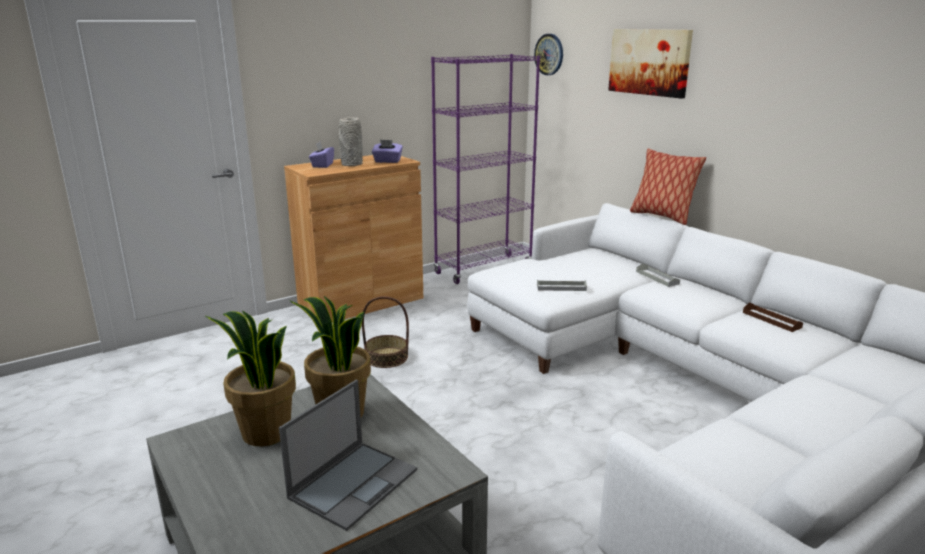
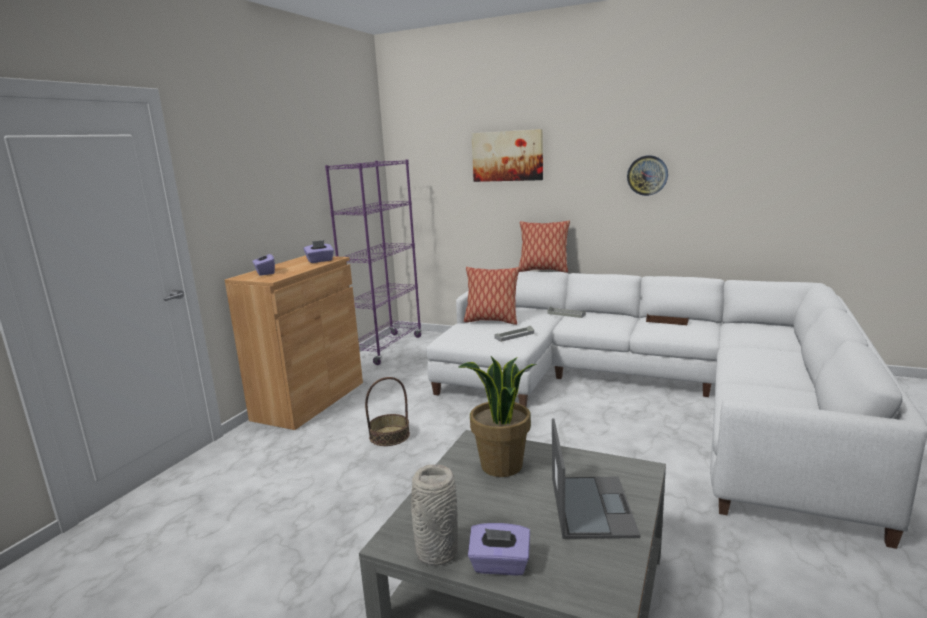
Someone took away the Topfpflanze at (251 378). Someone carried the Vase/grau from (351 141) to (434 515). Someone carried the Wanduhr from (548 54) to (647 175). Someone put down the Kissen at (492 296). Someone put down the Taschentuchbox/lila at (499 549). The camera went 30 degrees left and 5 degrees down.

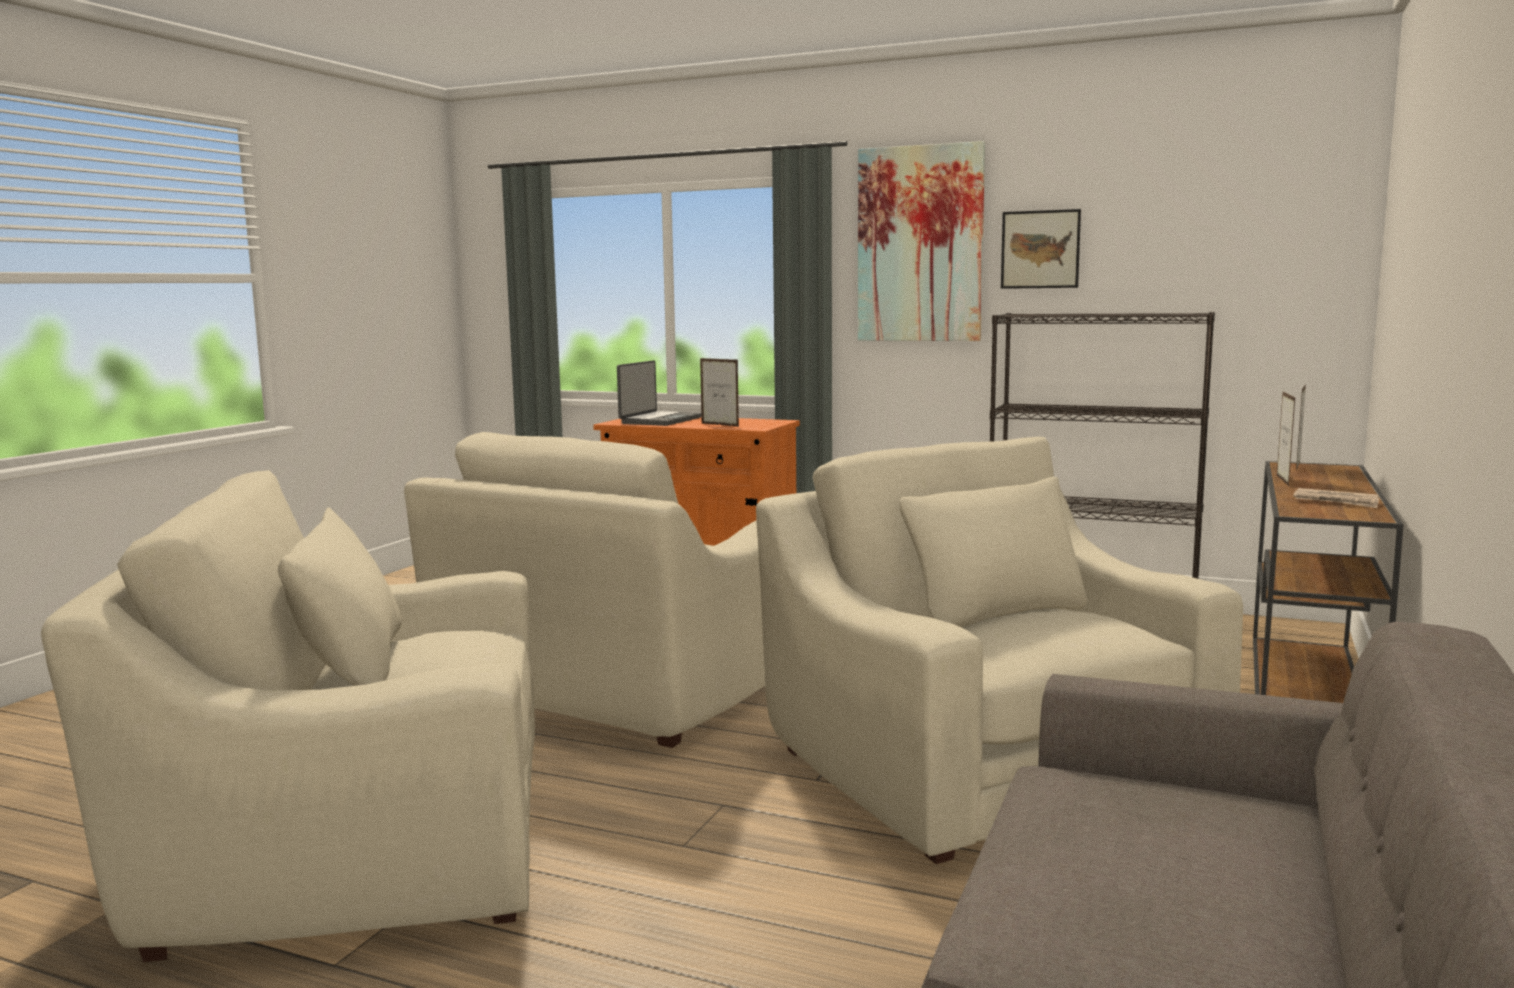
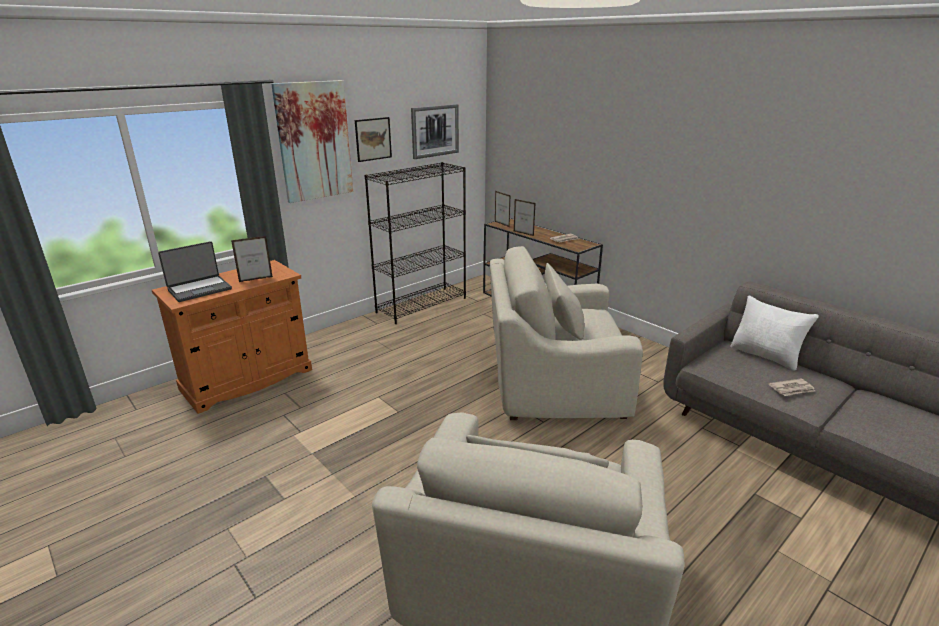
Someone took away the Sessel/beige at (584 590). Someone rotated the Laptop at (659 393) by 90 degrees clockwise. Someone put up the Bild at (435 131). Someone put down the Kissen/weiß at (774 333). Someone put down the Zeitung at (791 387). The camera went 65 degrees left and 15 degrees up.

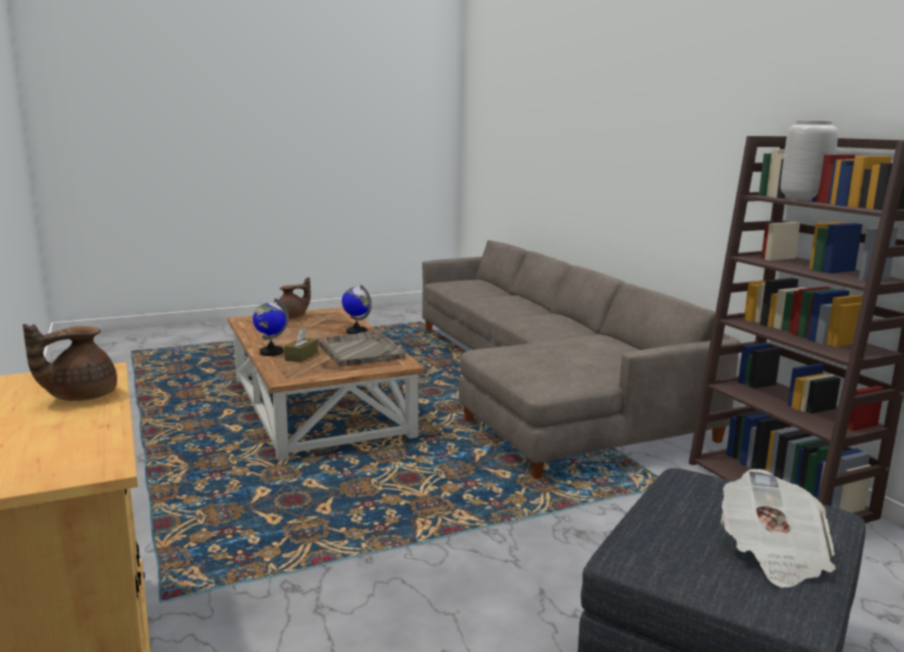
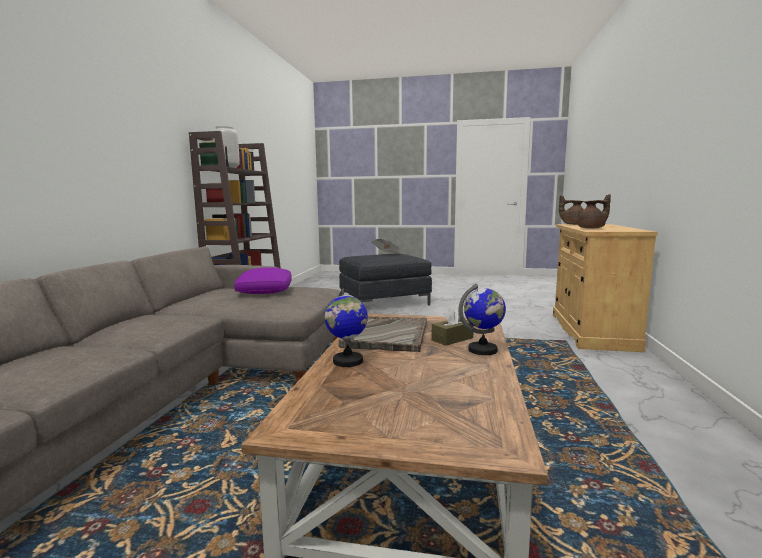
Someone carried the Teekanne/braun from (294 298) to (571 210). Someone put down the Kissen/lila at (263 280). The camera went 145 degrees left and 5 degrees down.

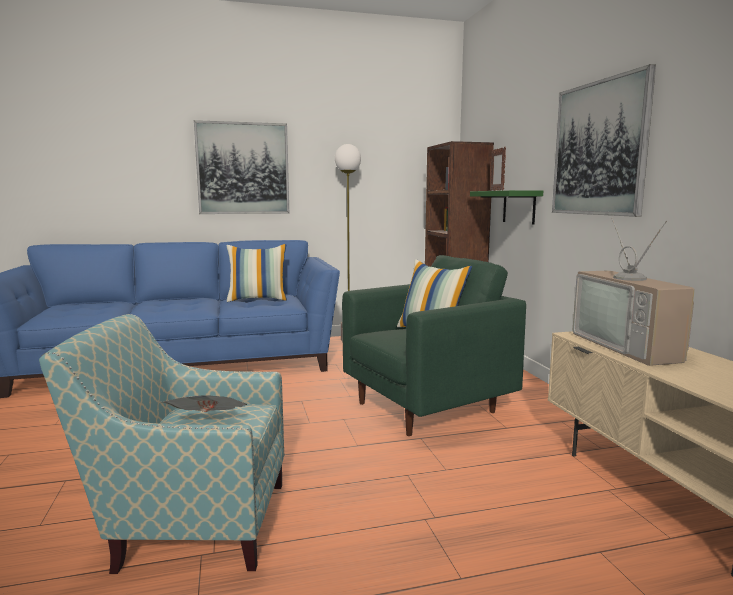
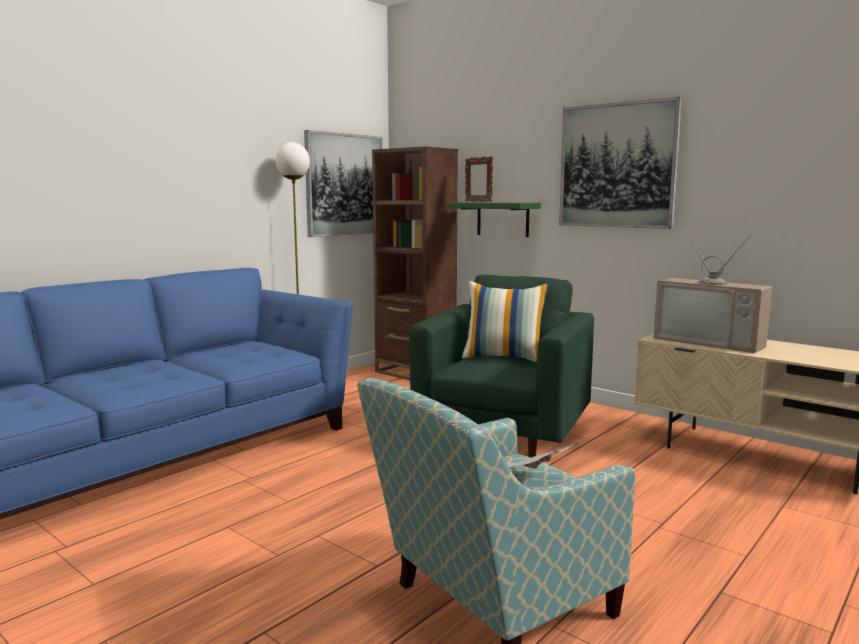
Someone carried the Bild from (241 167) to (343 183). Someone took away the Kissen at (256 273). The camera went 35 degrees left and 0 degrees up.

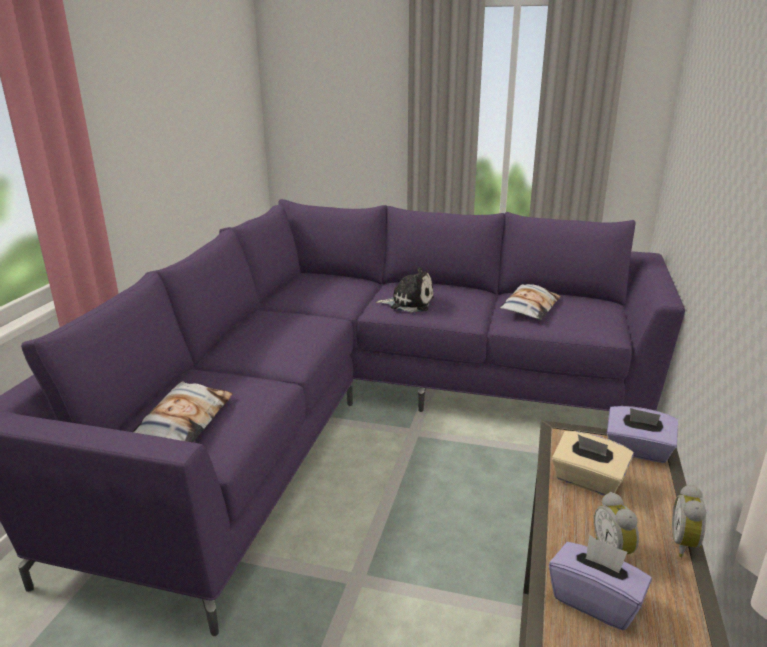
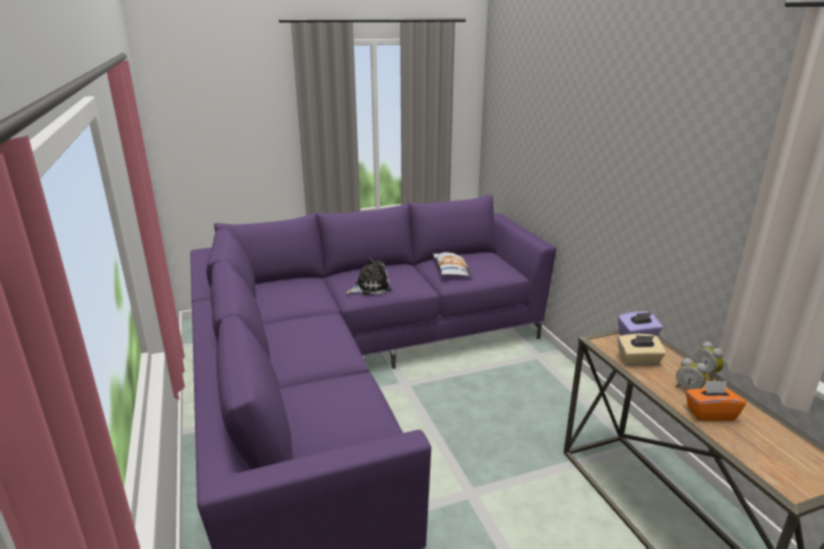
Someone took away the Kissen at (183 411). Someone repainted the Taschentuchbox/lila at (600 582), which became the Taschentuchbox/orange at (715 400). The camera went 35 degrees left and 0 degrees up.

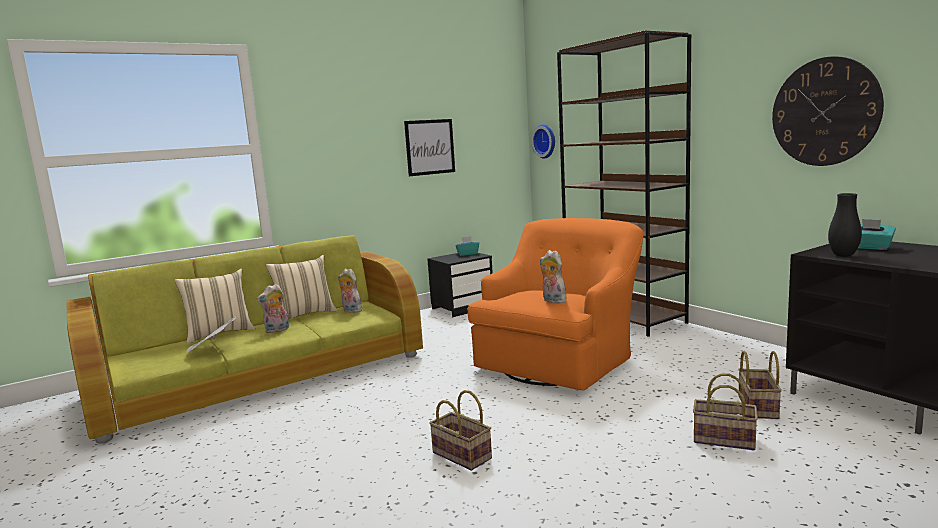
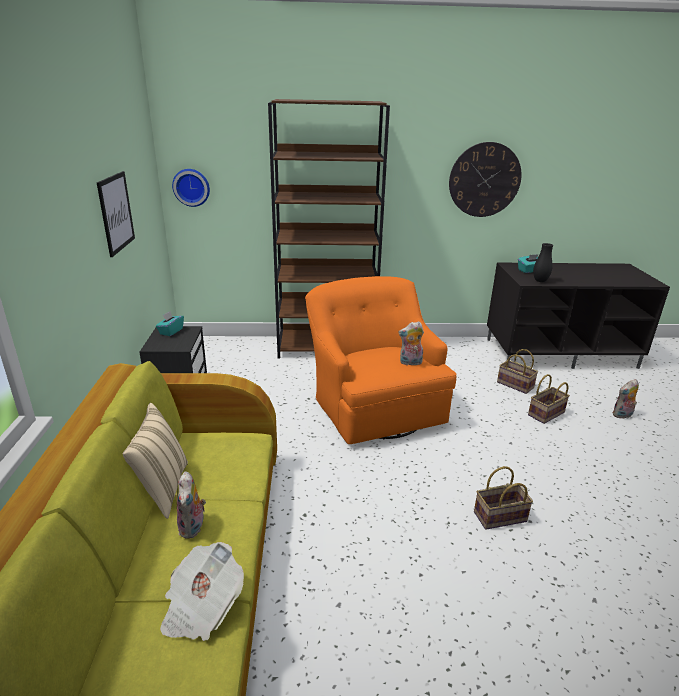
Someone took away the Kissen/beige at (215 306). Someone carried the Plüschtier from (350 291) to (625 399). The camera went 60 degrees left and 15 degrees up.

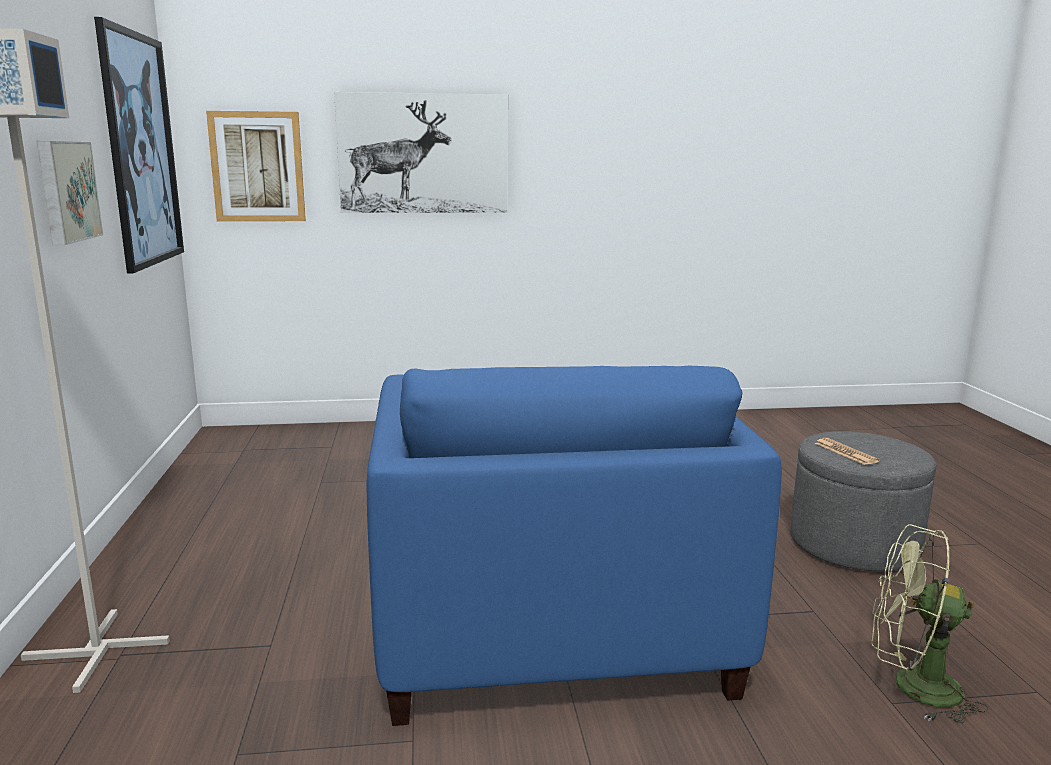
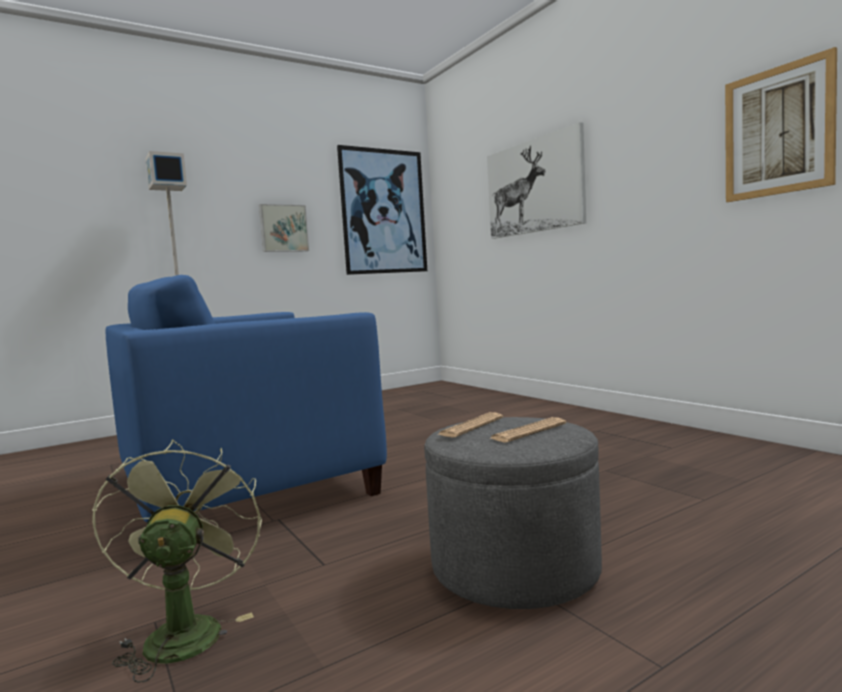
Someone carried the Bild from (256 166) to (781 124). Someone put down the Zeitung at (528 429). The camera went 65 degrees right and 10 degrees down.

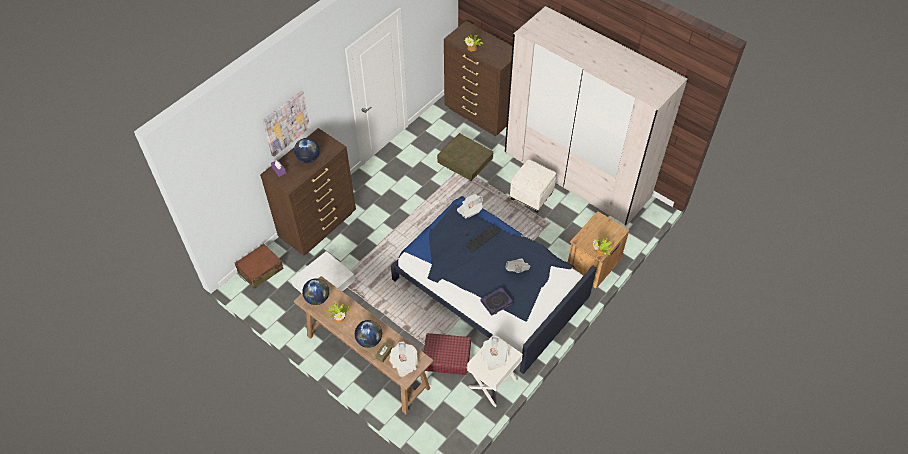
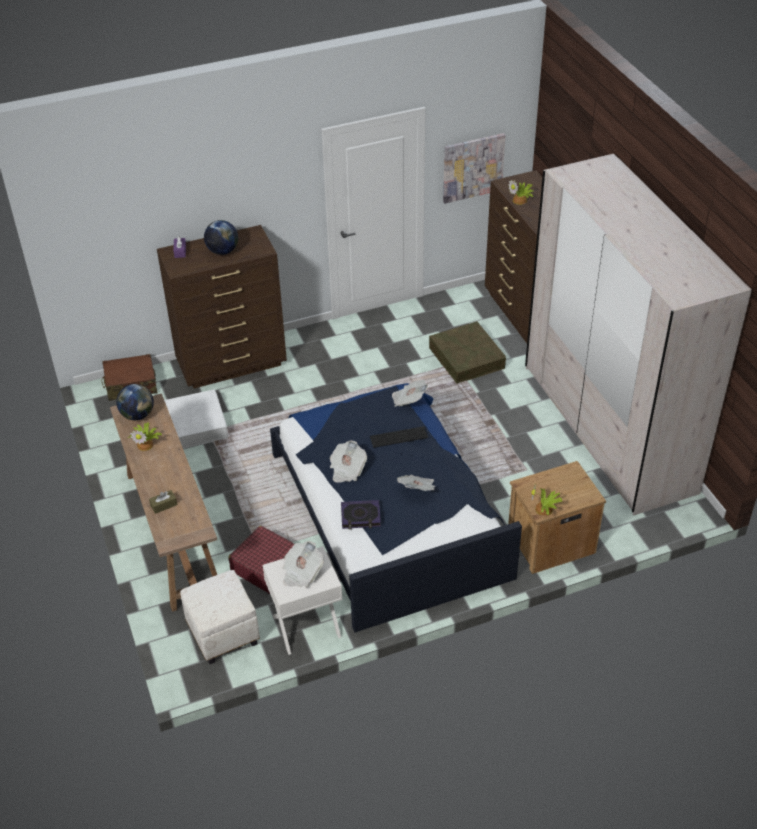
Someone carried the Bild from (286 124) to (474 168). Someone took away the Globus at (368 334). Someone carried the Zeitung from (403 359) to (348 461). Someone carried the Polsterhocker/weiß from (533 186) to (220 617). The camera went 30 degrees right and 10 degrees down.

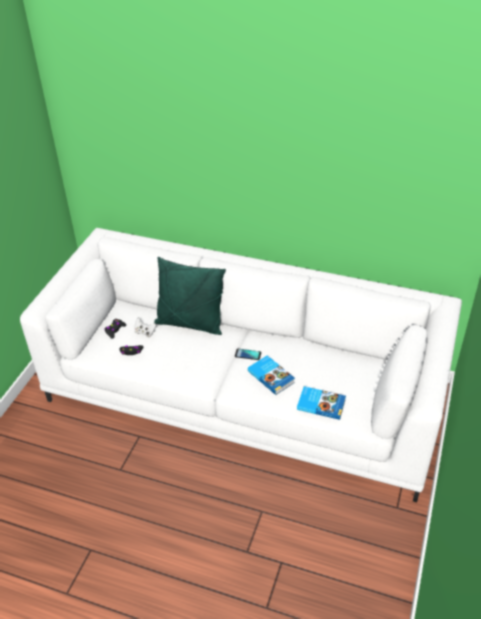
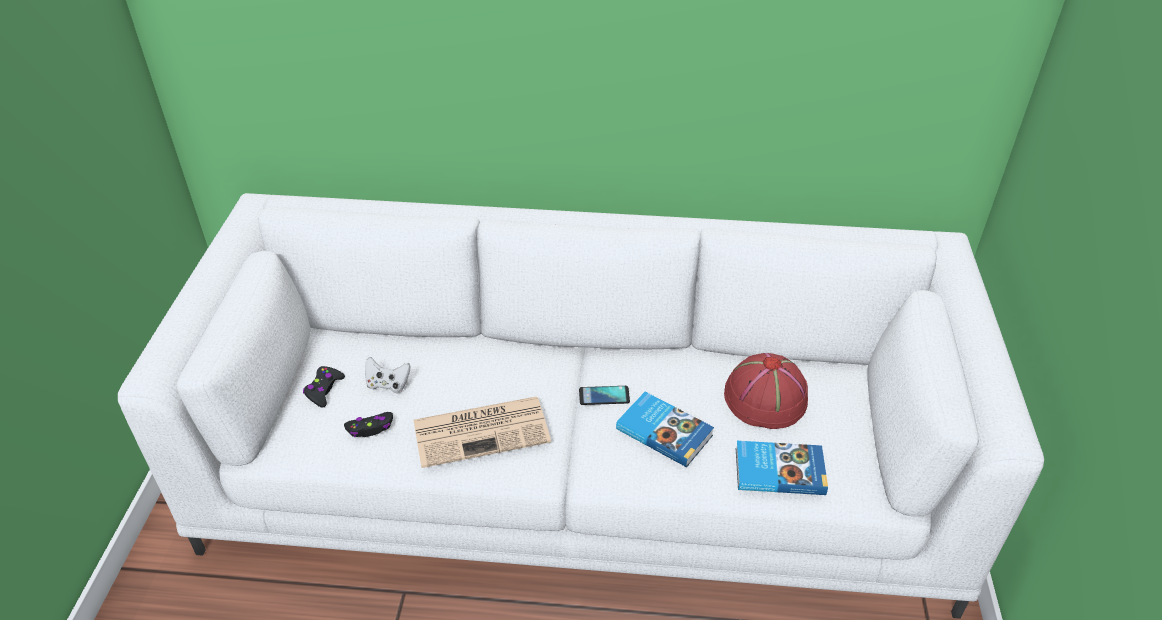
Someone took away the Kissen/grün at (190 296). Someone put down the Zeitung at (482 432). Someone put down the Hut/rot at (766 391). The camera went 15 degrees left and 0 degrees up.

